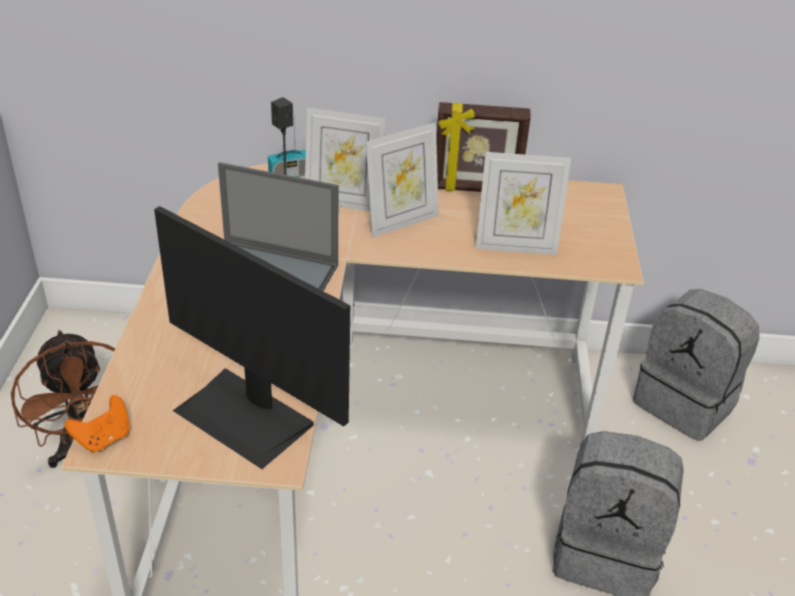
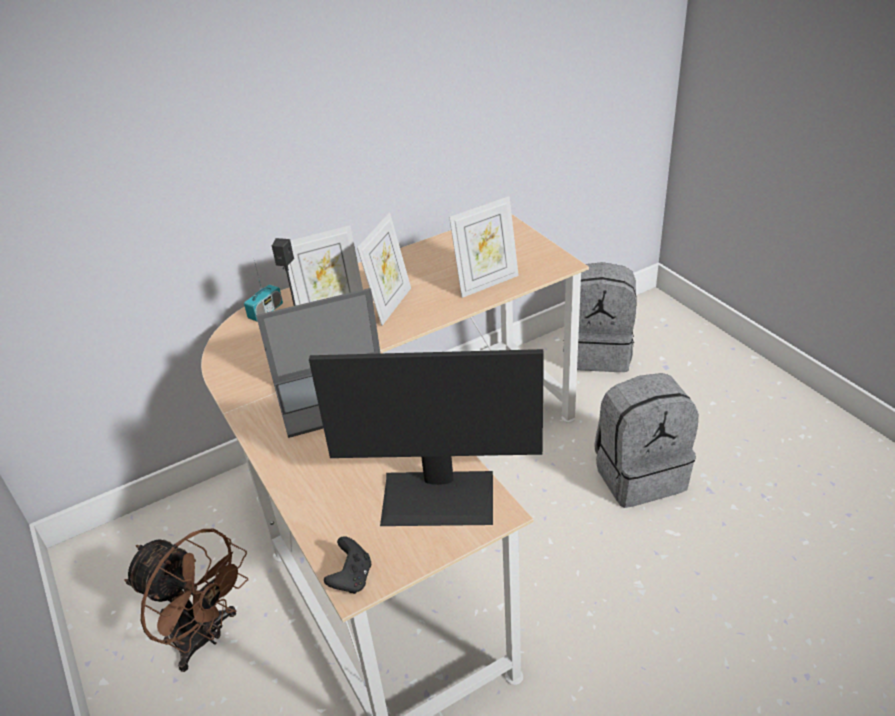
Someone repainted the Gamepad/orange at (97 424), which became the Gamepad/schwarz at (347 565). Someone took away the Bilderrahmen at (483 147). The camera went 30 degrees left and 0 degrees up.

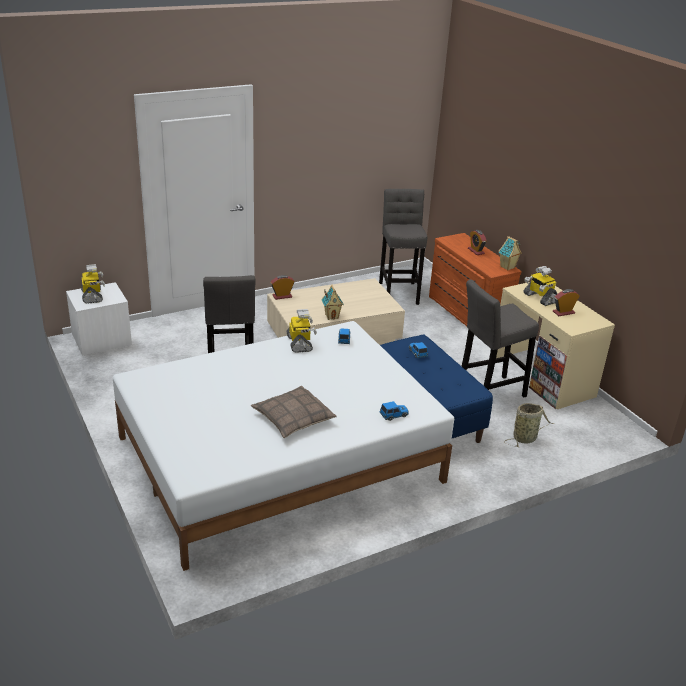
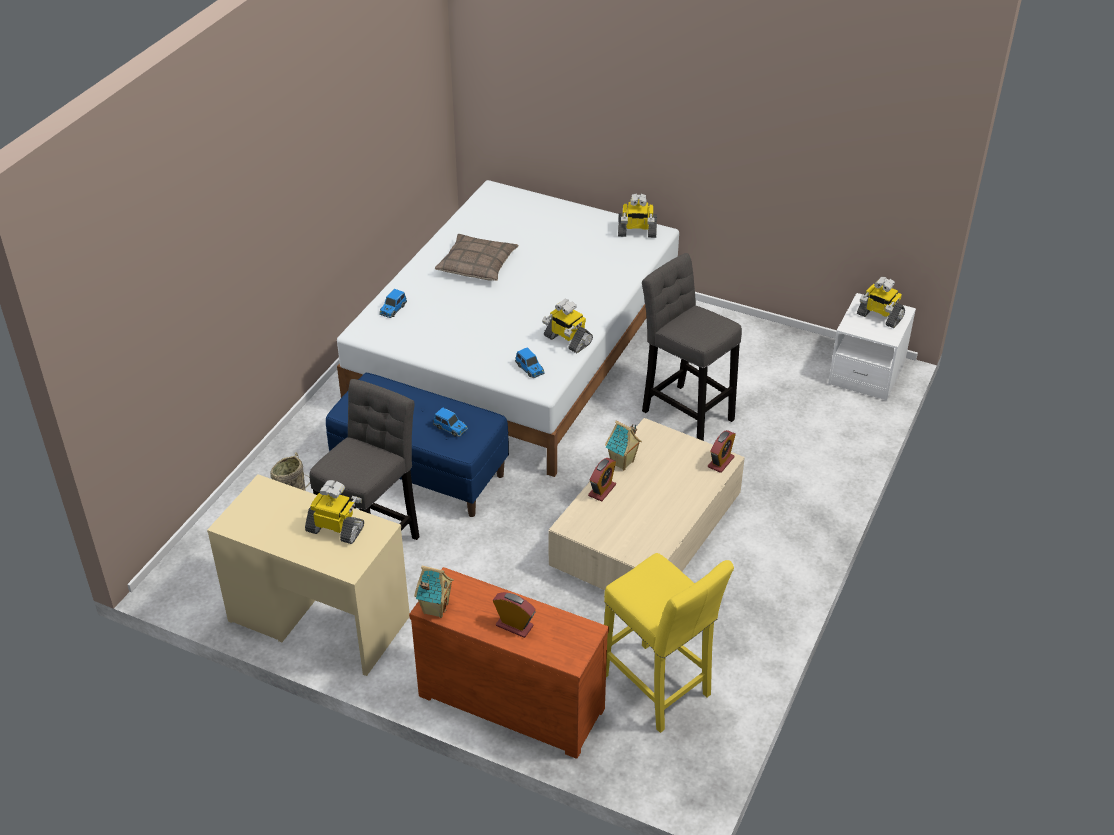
Someone repainted the Hocker/grau at (403 247), which became the Hocker/gelb at (669 643). Someone carried the Wecker from (566 302) to (602 480). Someone put down the Spielzeugroboter at (637 215). The camera went 145 degrees right and 10 degrees up.

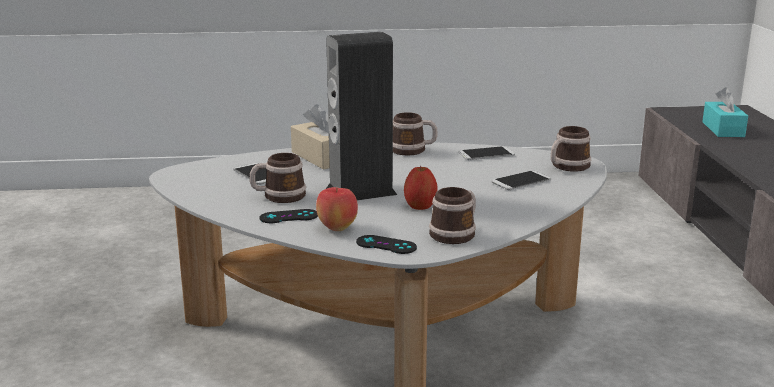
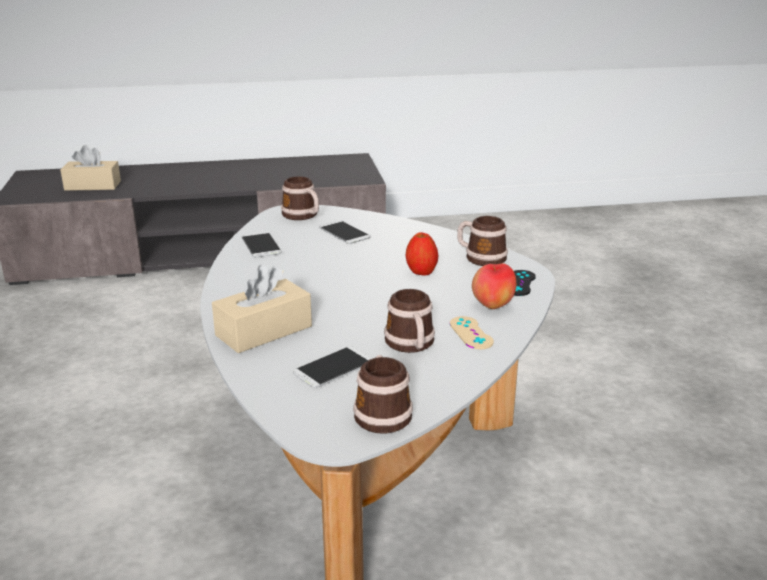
Someone repainted the Gamepad/schwarz at (289 216), which became the Gamepad/beige at (472 332). Someone took away the Lautsprecher at (361 116). Someone carried the Henkelbecher from (415 133) to (383 394). Someone repainted the Taschentuchbox/türkis at (725 112), which became the Taschentuchbox/beige at (90 168). The camera went 95 degrees left and 5 degrees up.

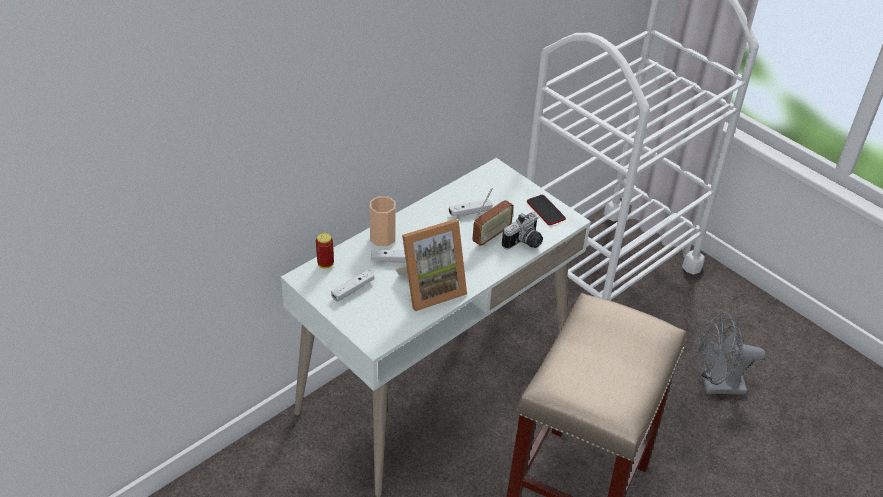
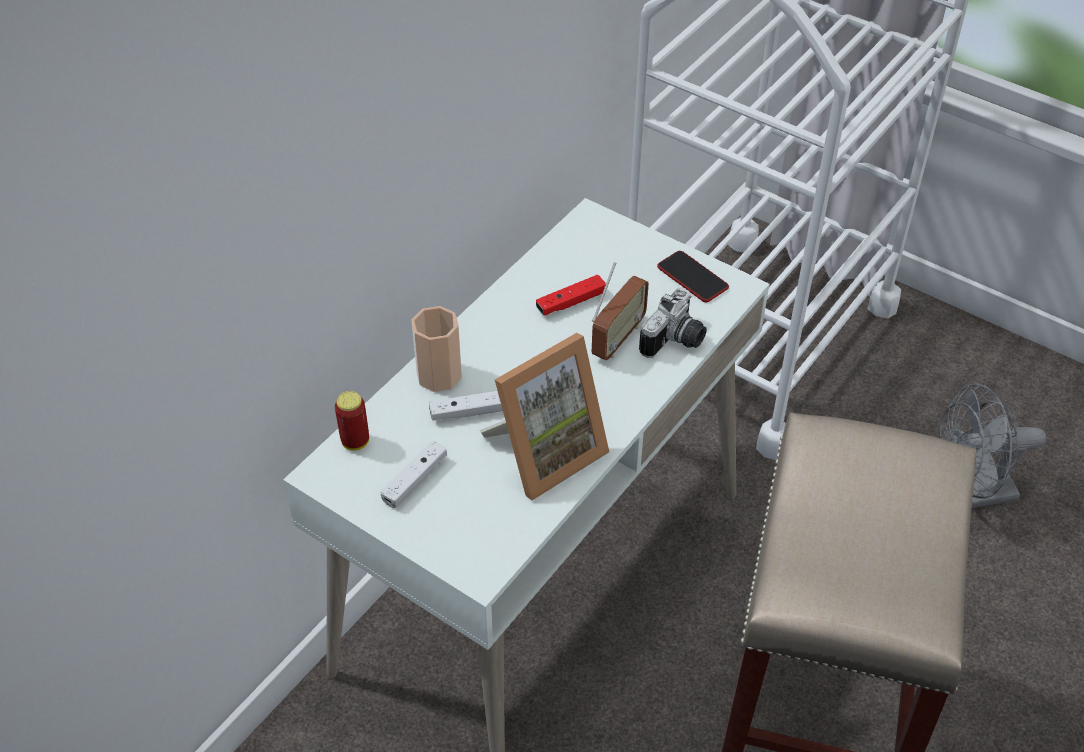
Someone repainted the Gamepad/weiß at (470 207), which became the Gamepad/rot at (571 295). The camera went 10 degrees left and 5 degrees up.

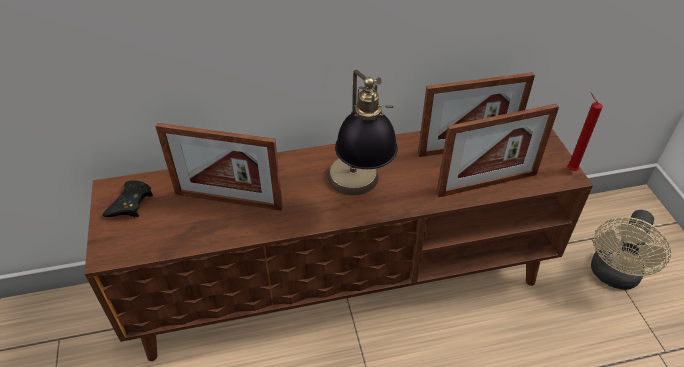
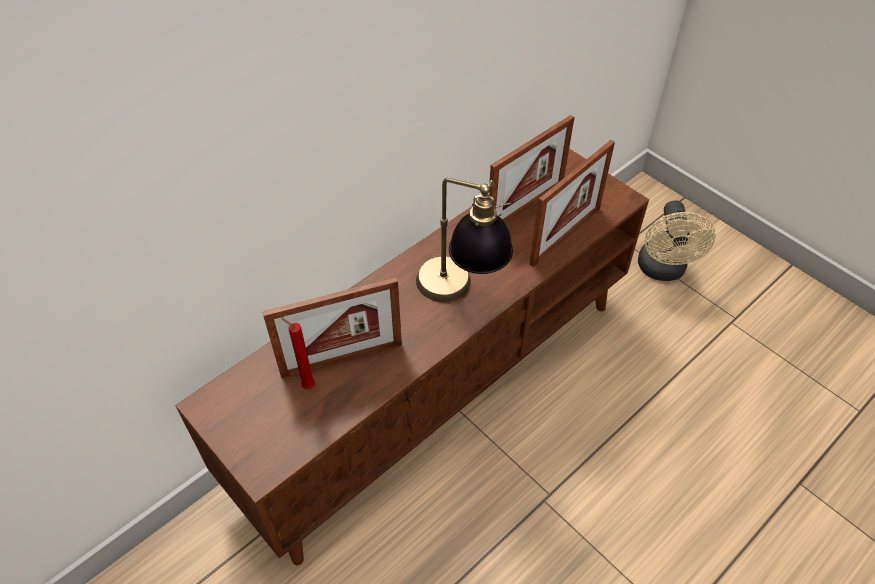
Someone took away the Gamepad/schwarz at (127 198). Someone carried the Kerze/rot from (585 131) to (298 353). The camera went 30 degrees left and 5 degrees up.

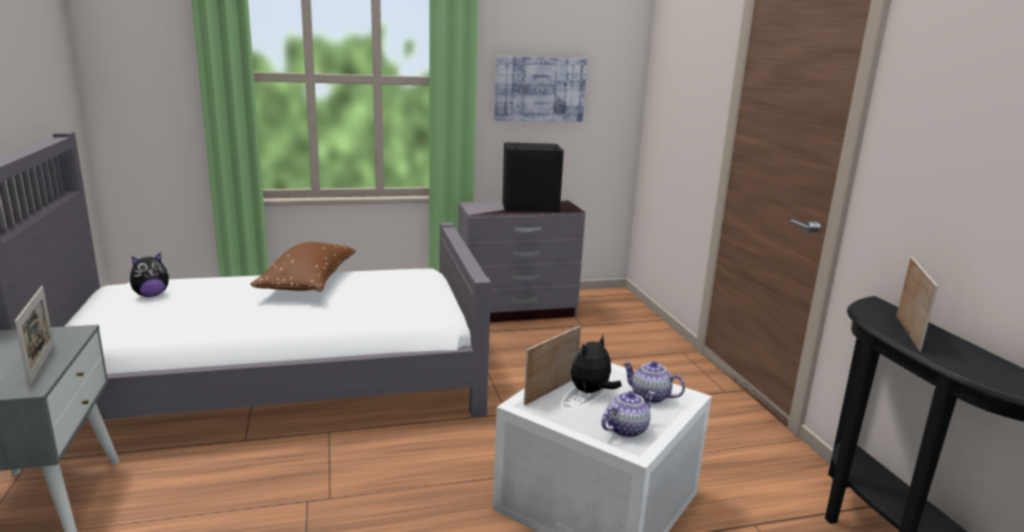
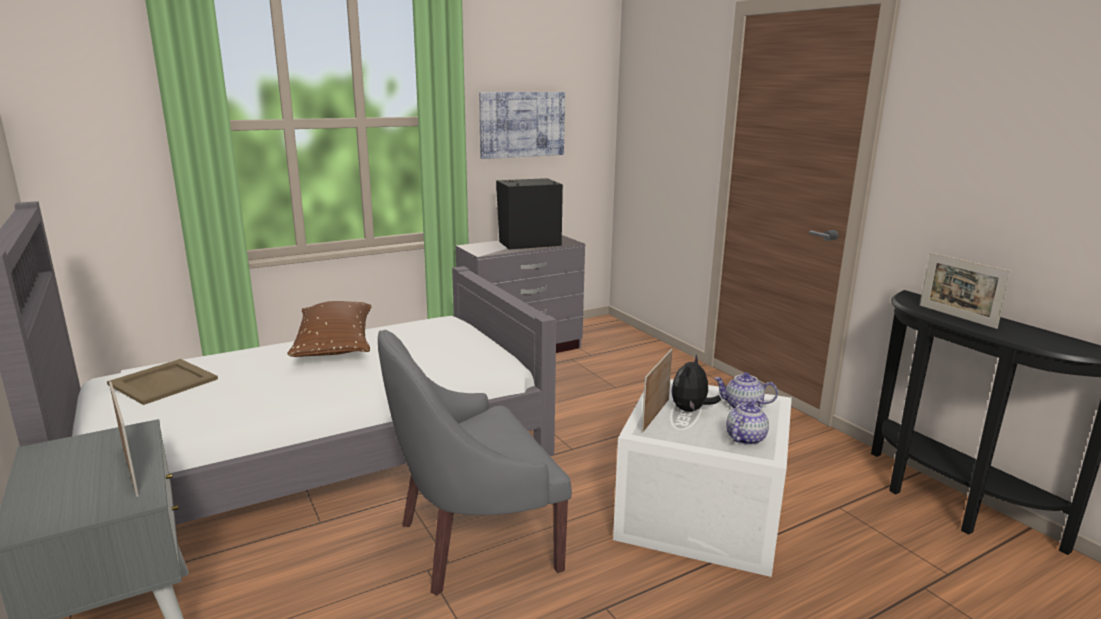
Someone swapped the Plüschtier at (149 274) for the Tablett/beige at (162 382). Someone rotated the Bilderrahmen at (917 304) by 150 degrees clockwise. Someone put down the Sessel/grau at (475 463). The camera went 15 degrees left and 0 degrees up.

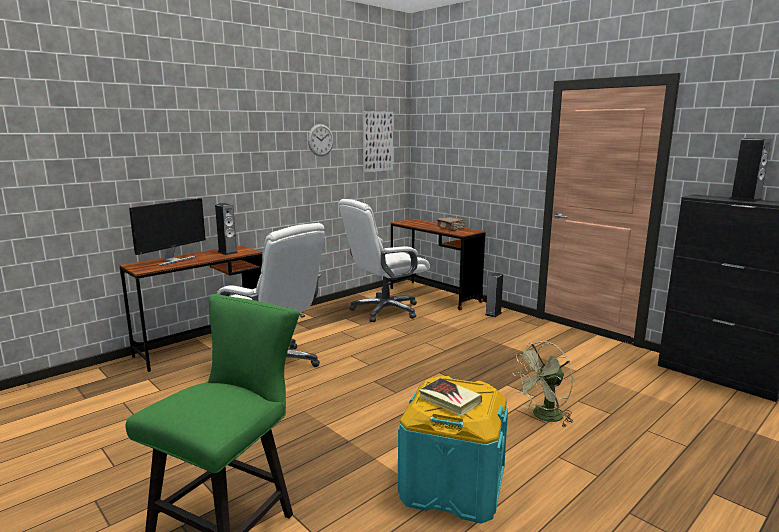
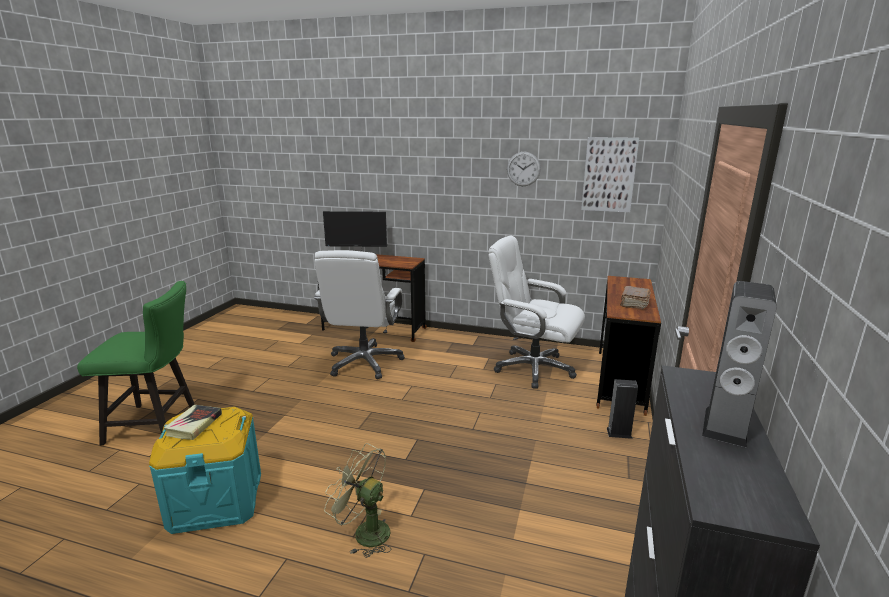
Someone took away the Lautsprecher at (226 229). The camera went 60 degrees right and 5 degrees up.

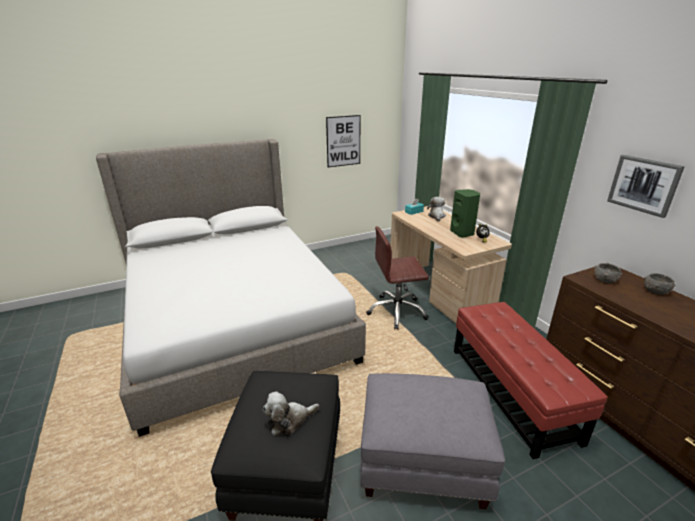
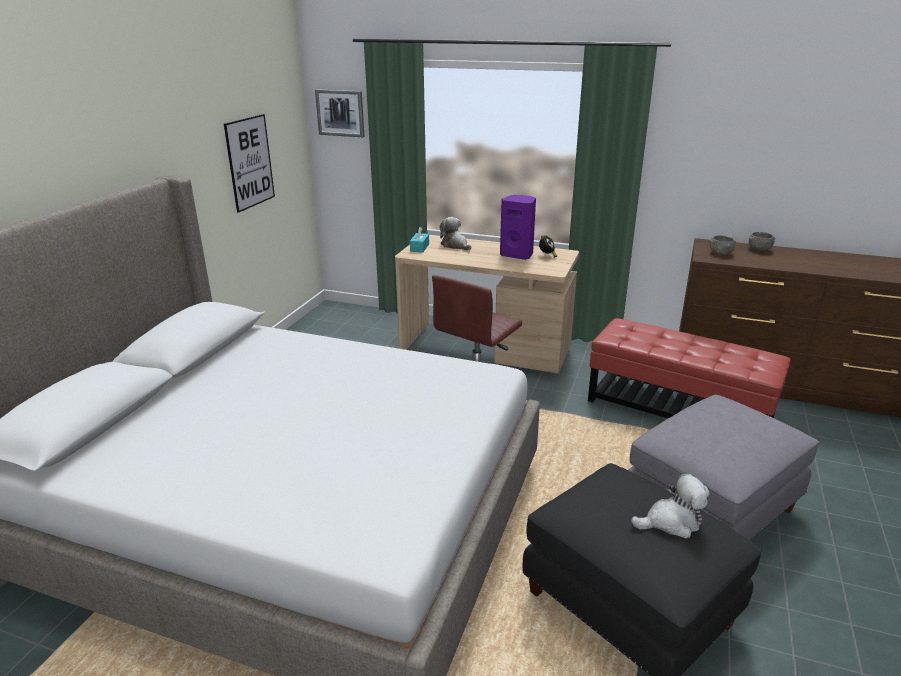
Someone rotated the Plüschtier at (291 414) by 120 degrees counterclockwise. Someone repainted the Lautsprecher/grün at (465 213), which became the Lautsprecher/lila at (518 227). Someone carried the Bild from (646 186) to (339 113). The camera went 45 degrees left and 0 degrees up.

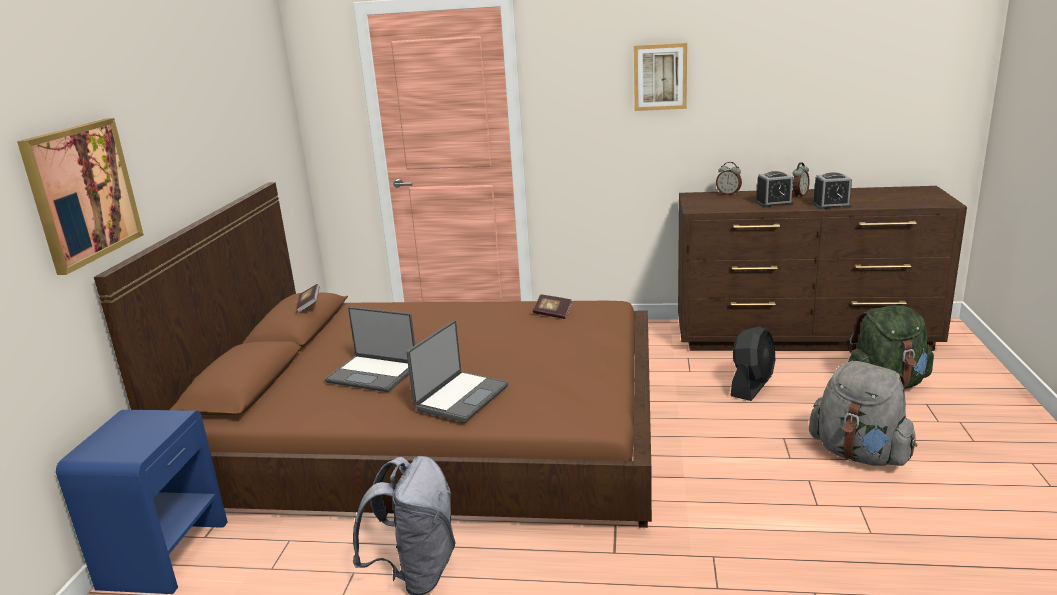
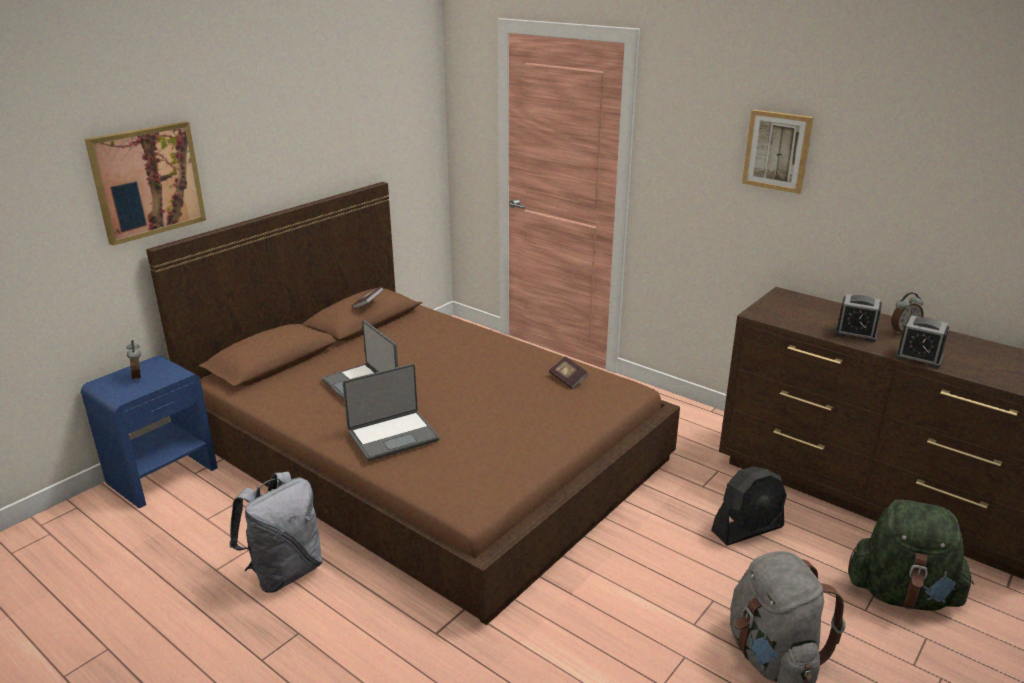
Someone carried the Wecker from (729 178) to (133 361). The camera went 30 degrees right and 5 degrees up.

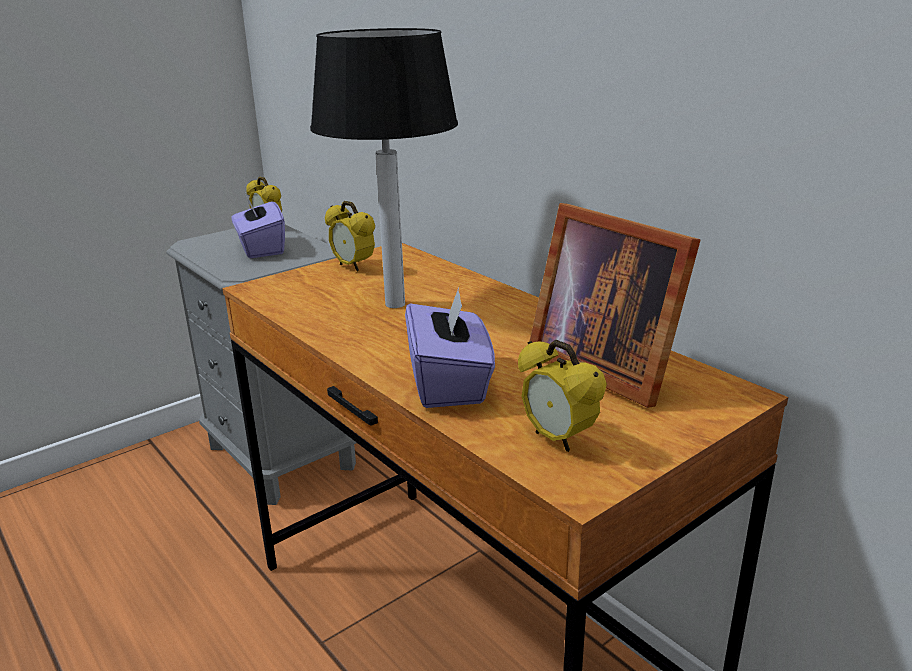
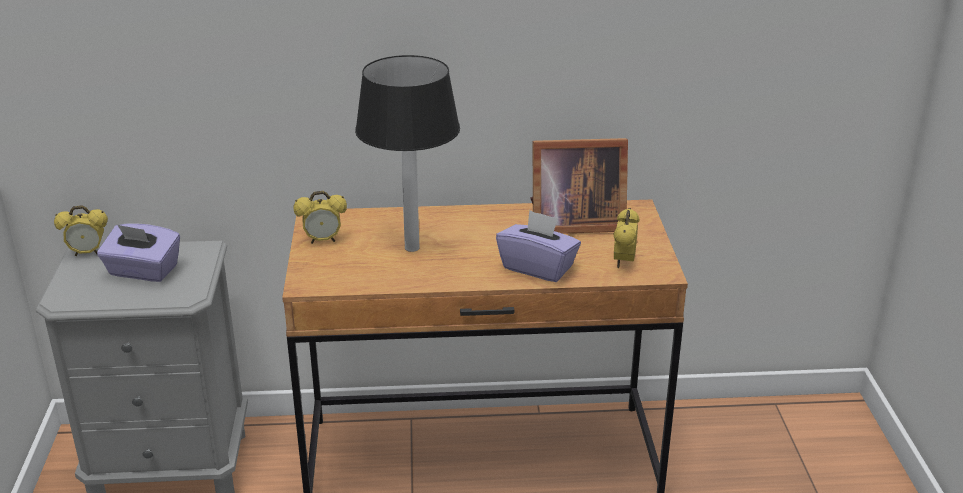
Someone rotated the Wecker at (562 396) by 105 degrees clockwise. The camera went 55 degrees left and 5 degrees up.

